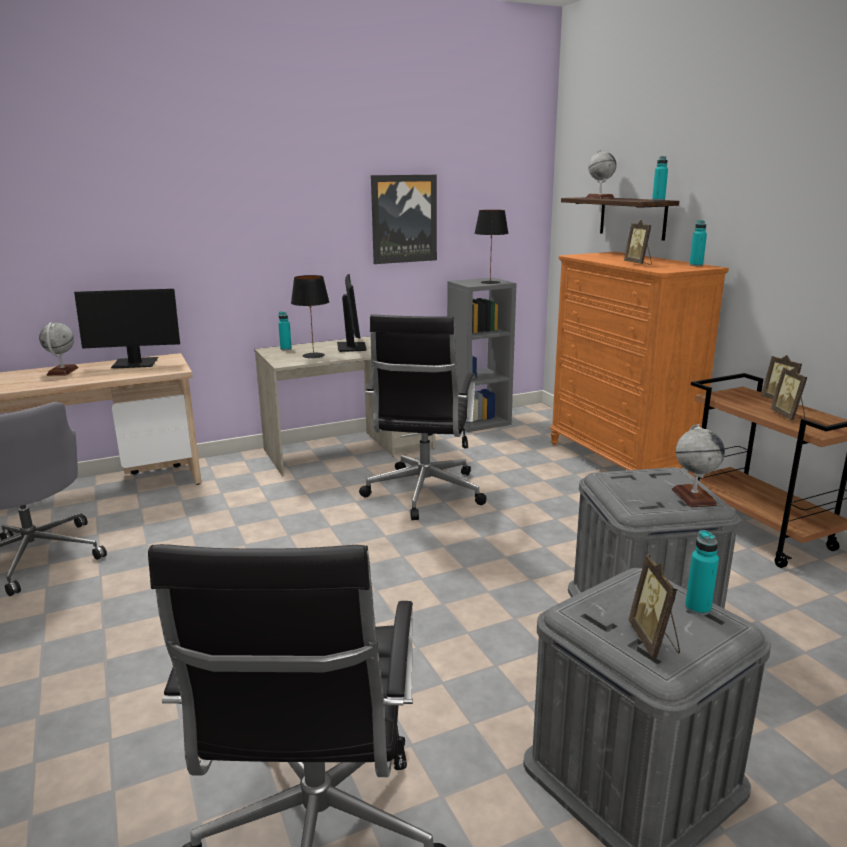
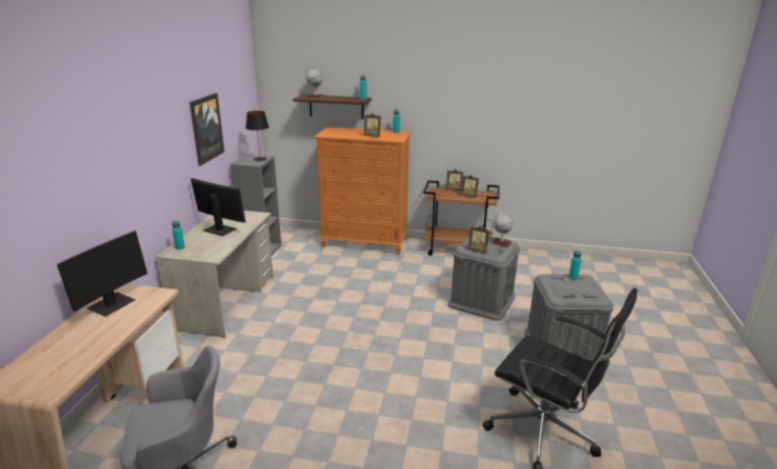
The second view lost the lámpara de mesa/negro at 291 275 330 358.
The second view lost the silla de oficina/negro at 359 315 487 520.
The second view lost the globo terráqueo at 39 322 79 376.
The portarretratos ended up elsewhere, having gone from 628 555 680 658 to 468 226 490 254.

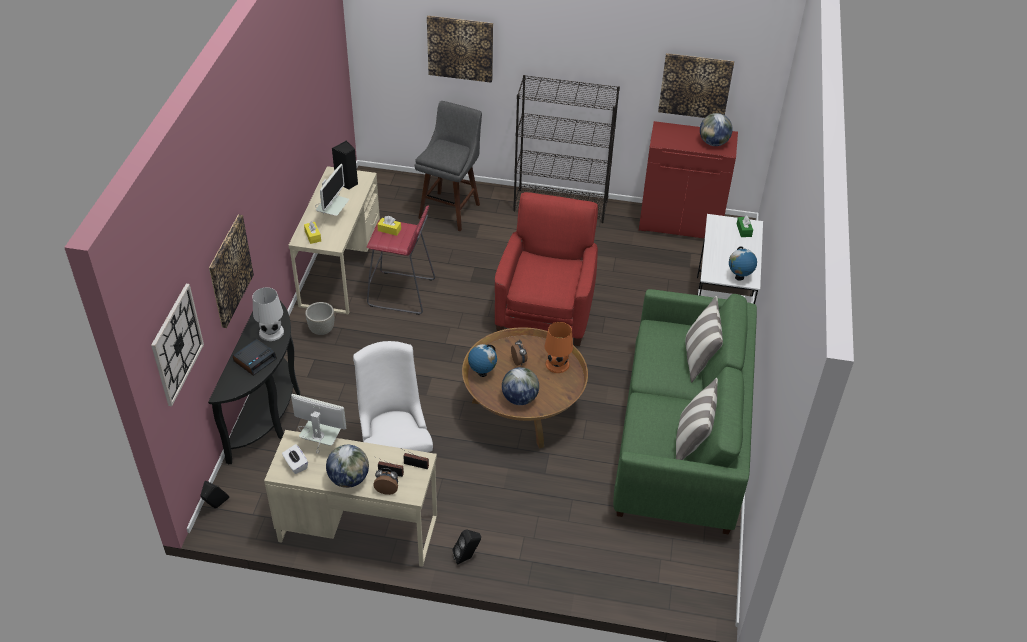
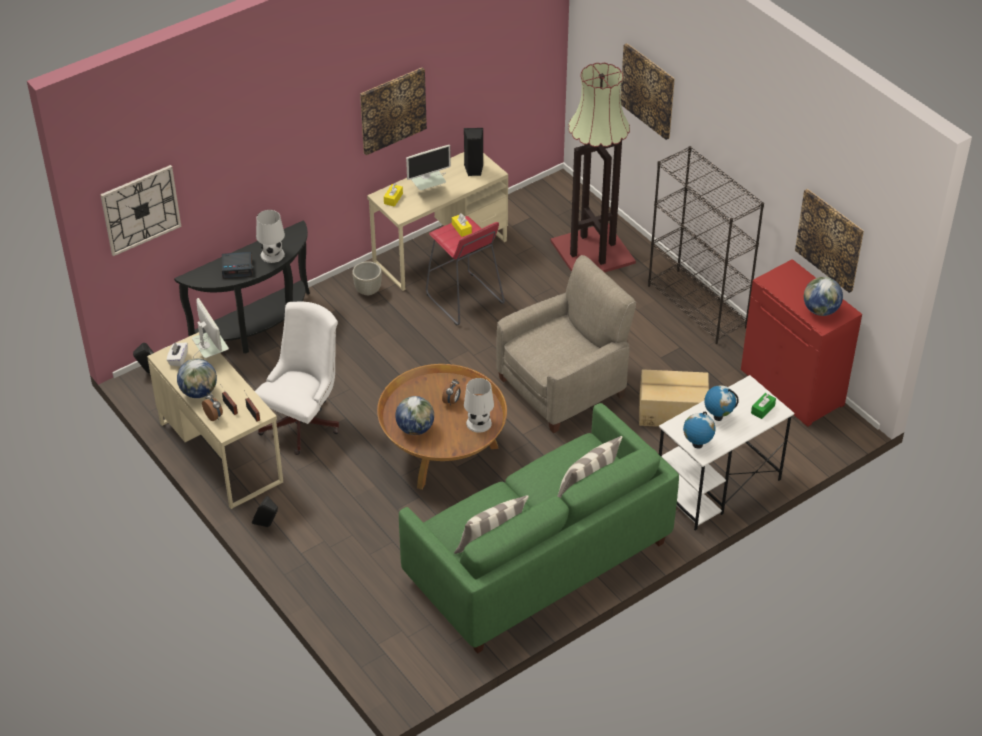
Where the taburete/gris stood at 415 101 482 231, the lámpara de pie came to stand at 550 63 636 272.
What was the sillón/rojo at 495 192 598 346 turned into the sillón/beis at 496 255 636 433.
The cuadro ended up elsewhere, having gone from 209 215 254 328 to 360 67 427 155.
What was the lámpara de mesa/naranja at 545 322 573 373 turned into the lámpara de mesa/blanco at 464 378 494 433.
The globo terráqueo ended up elsewhere, having gone from 468 344 497 377 to 704 385 739 421.
The second view gained the caja de cartón at 639 369 709 427.

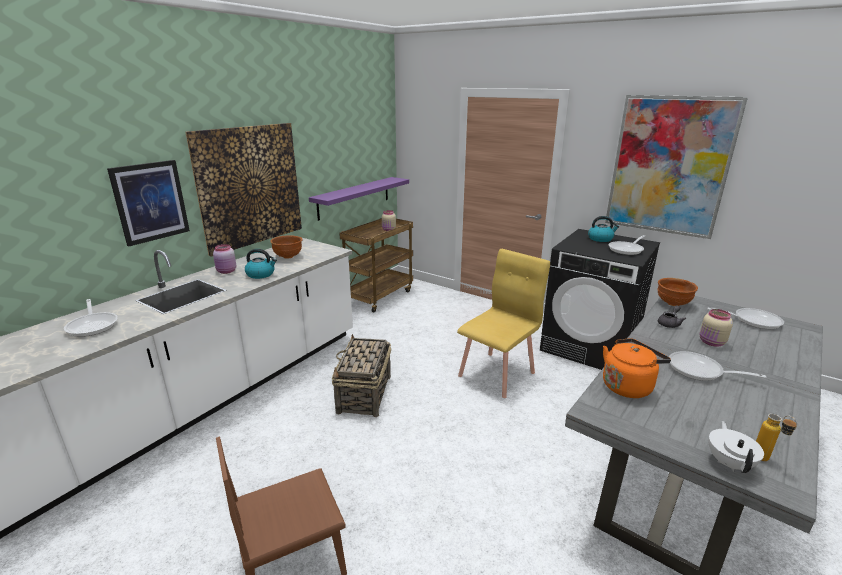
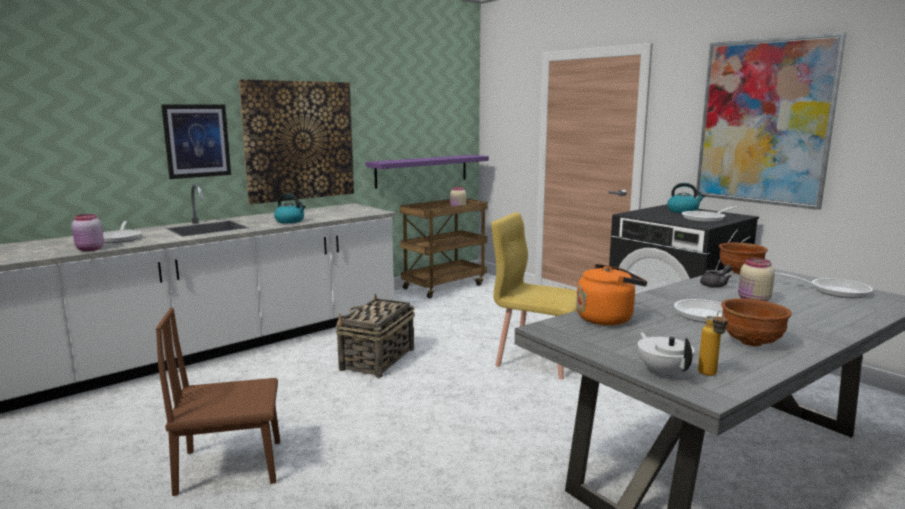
The cuenco/marrón ended up elsewhere, having gone from 270 235 303 259 to 721 298 792 347.
The tarro/rosa ended up elsewhere, having gone from 213 244 236 274 to 72 214 104 251.
The silla/amarillo at 457 249 550 398 ended up facing another way, 120 degrees counterclockwise from before.
The tetera/blanco at 708 421 764 473 ended up facing another way, 45 degrees counterclockwise from before.

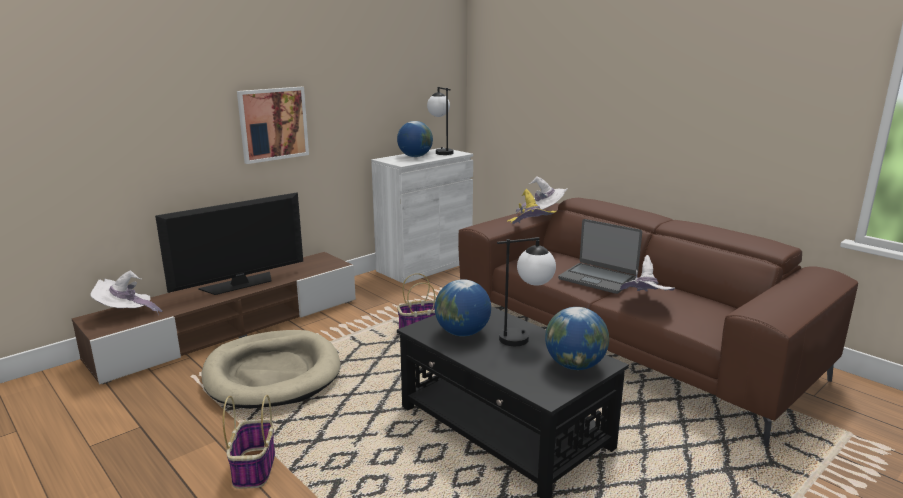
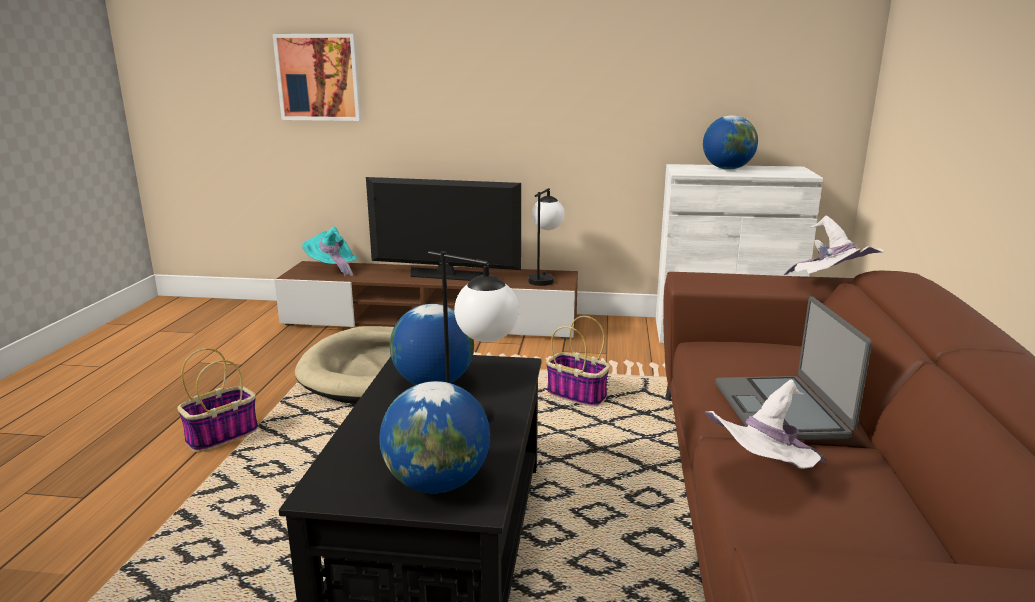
The cuadro ended up elsewhere, having gone from 237 87 309 164 to 273 34 361 121.
The lámpara de mesa ended up elsewhere, having gone from 427 87 454 155 to 528 188 564 286.
The second view lost the sombrero/amarillo at 507 189 556 224.
What was the sombrero/blanco at 90 270 162 315 turned into the sombrero/turquesa at 302 226 358 278.

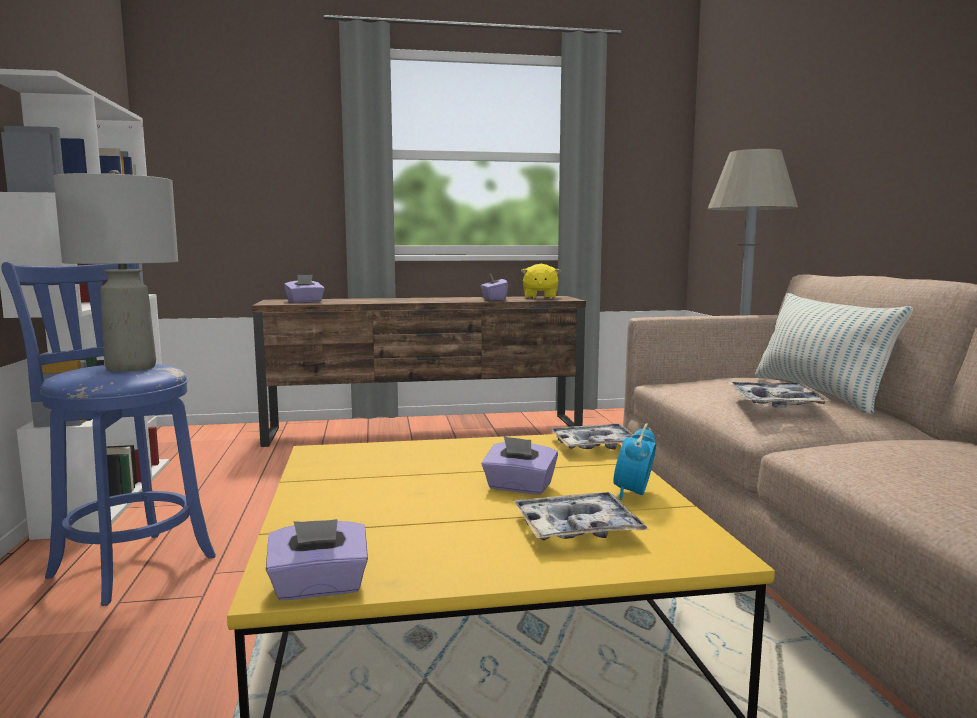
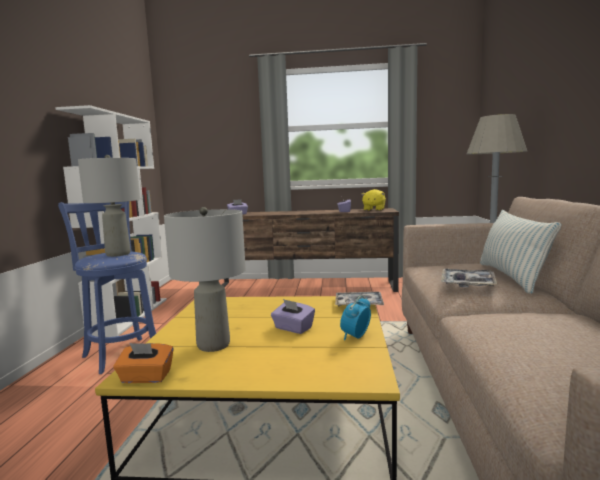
The second view lost the bandeja at 514 492 648 540.
What was the caja de pañuelos/morado at 266 519 368 600 turned into the caja de pañuelos/naranja at 113 343 174 383.
The second view gained the lámpara de mesa/gris at 164 207 246 352.

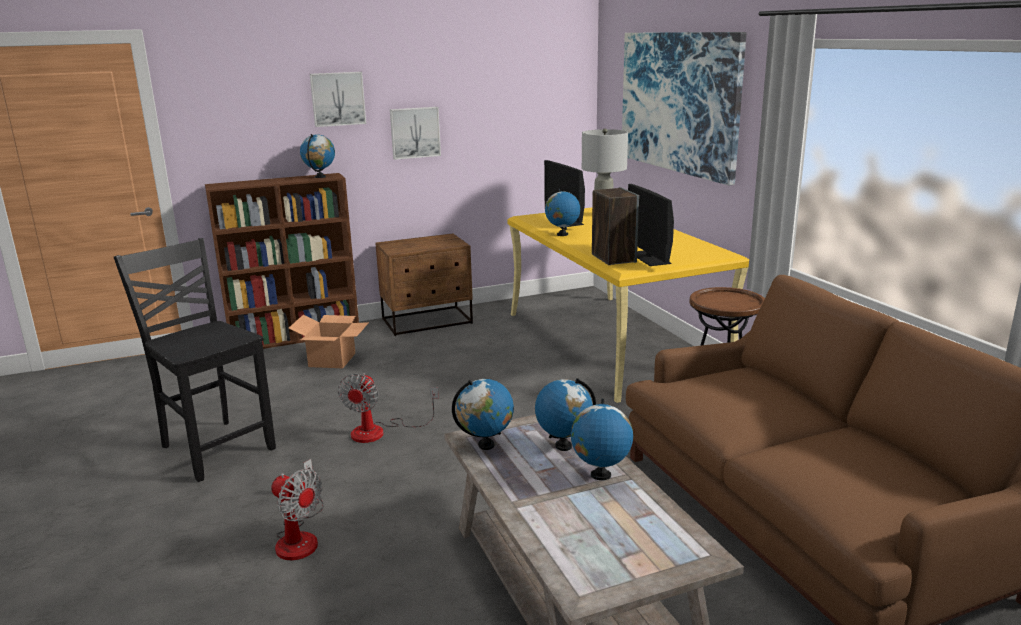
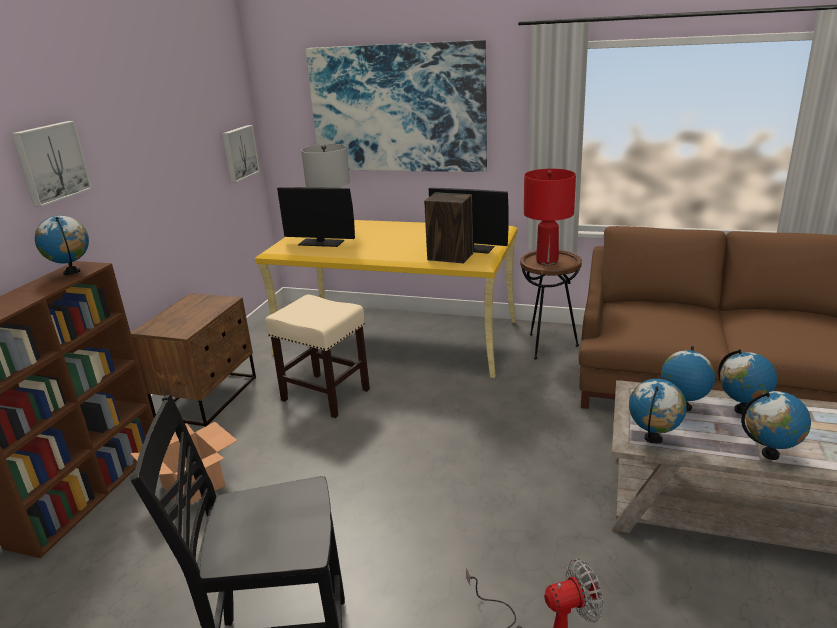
The cuadro ended up elsewhere, having gone from 390 107 441 160 to 222 125 260 183.
The globo terráqueo ended up elsewhere, having gone from 545 189 580 236 to 741 391 811 460.
The second view lost the ventilador at 338 373 439 443.
The second view gained the lámpara de mesa/rojo at 524 169 576 265.
The second view gained the taburete/beis at 265 295 370 418.

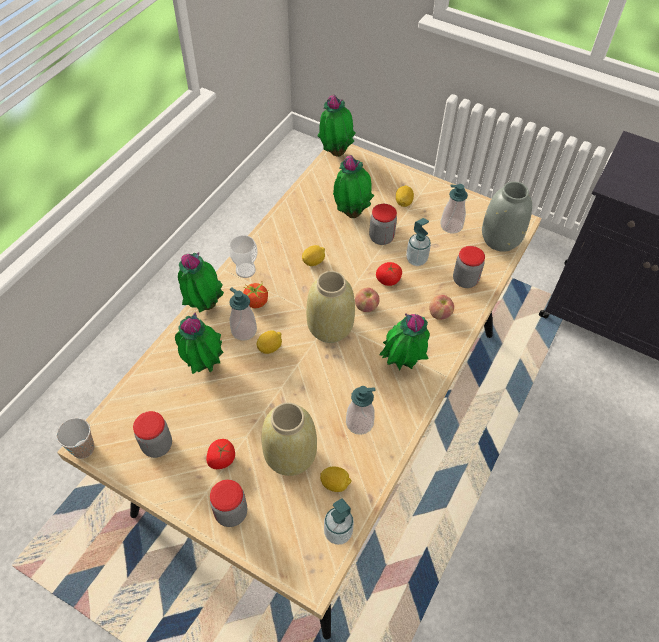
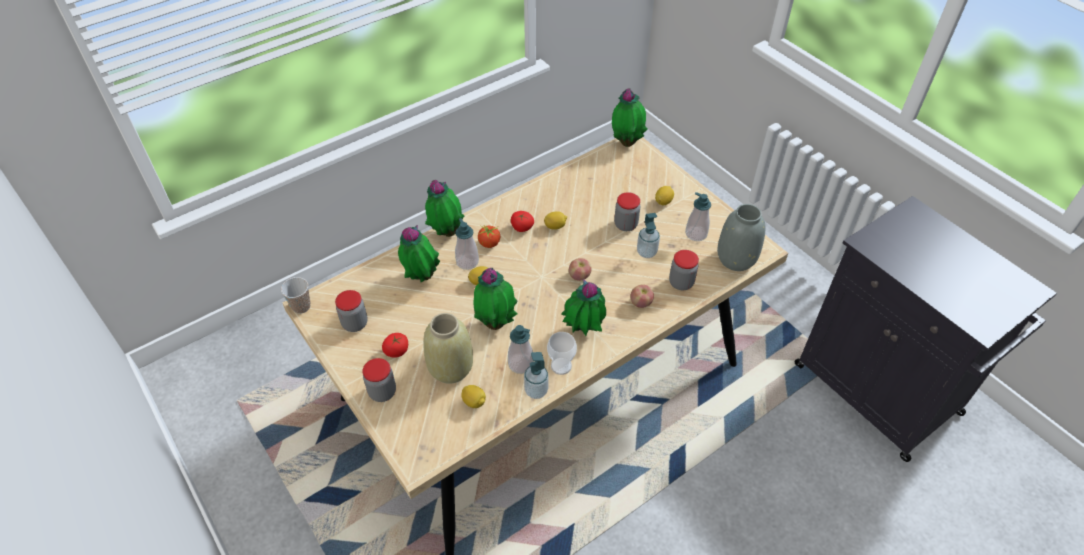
The planta en maceta ended up elsewhere, having gone from 333 155 374 218 to 473 268 518 330.
The taza ended up elsewhere, having gone from 229 235 258 278 to 547 332 577 375.
The tomate ended up elsewhere, having gone from 376 262 402 286 to 511 211 534 232.
The second view lost the florero/beis at 306 271 355 343.
The dispensador de jabón ended up elsewhere, having gone from 324 498 354 545 to 524 352 549 399.

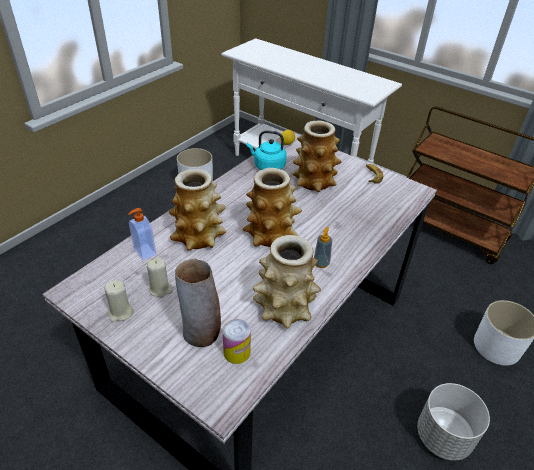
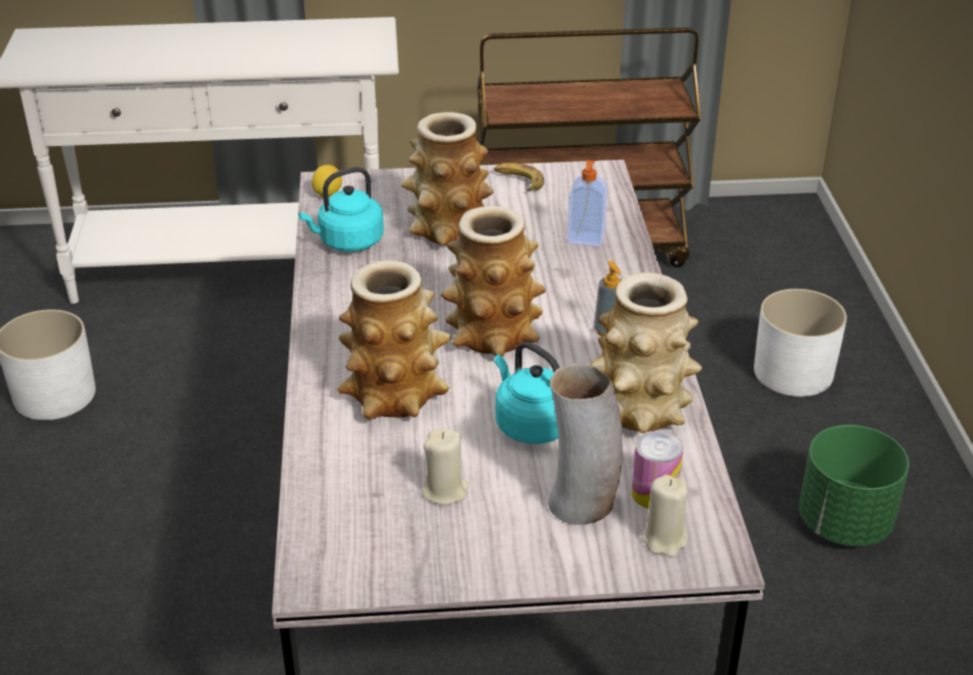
The dispensador de jabón ended up elsewhere, having gone from 128 208 156 260 to 567 160 608 247.
The vela/beis ended up elsewhere, having gone from 105 280 134 322 to 641 474 688 558.
What was the maceta/gris at 417 383 490 461 turned into the maceta/verde at 799 425 909 546.
The second view gained the hervidor/turquesa at 494 342 560 444.

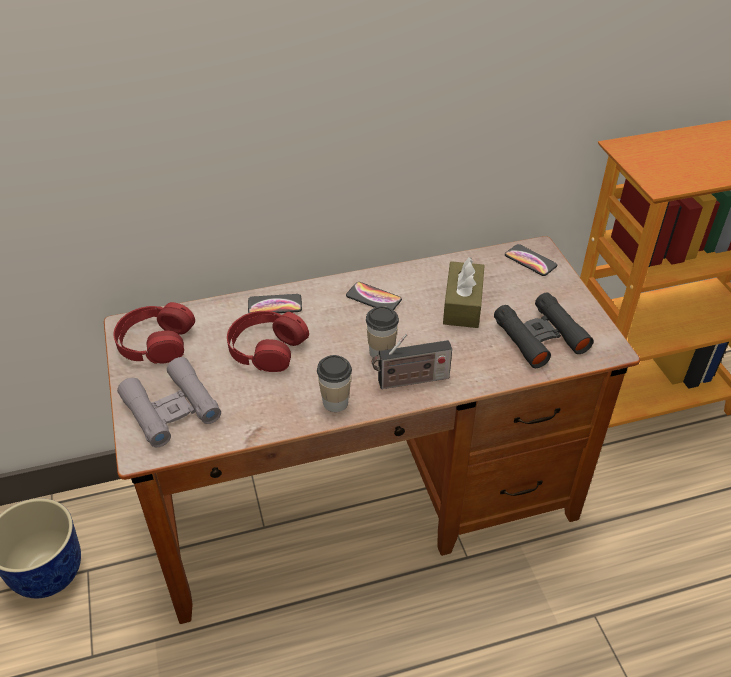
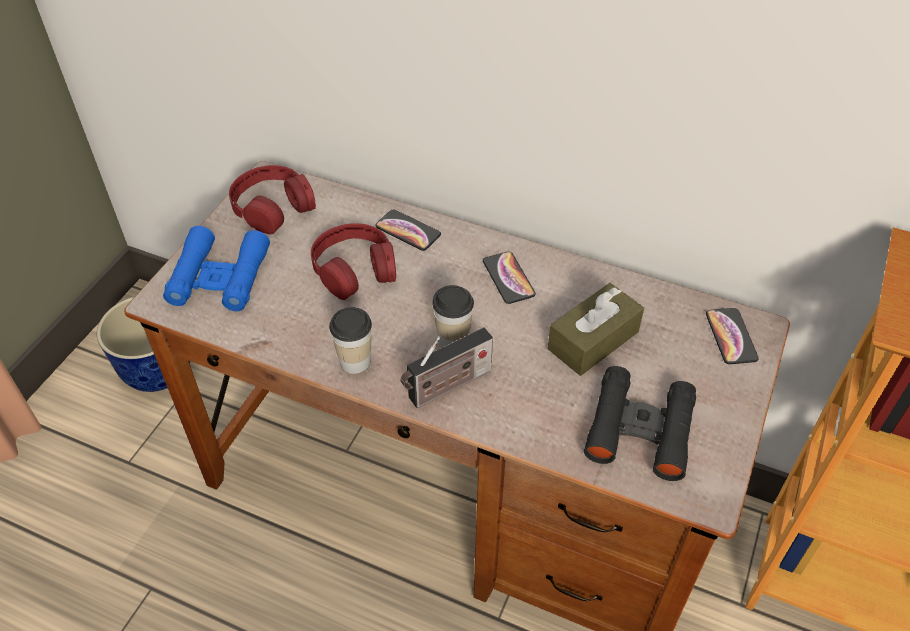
The radio at 372 334 452 389 ended up facing another way, 60 degrees counterclockwise from before.
What was the prismáticos/gris at 117 357 221 447 turned into the prismáticos/azul at 163 226 270 311.

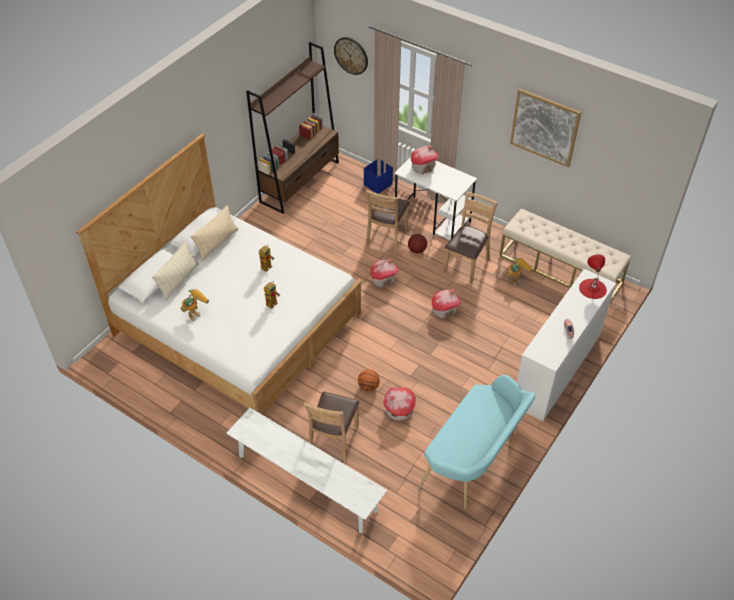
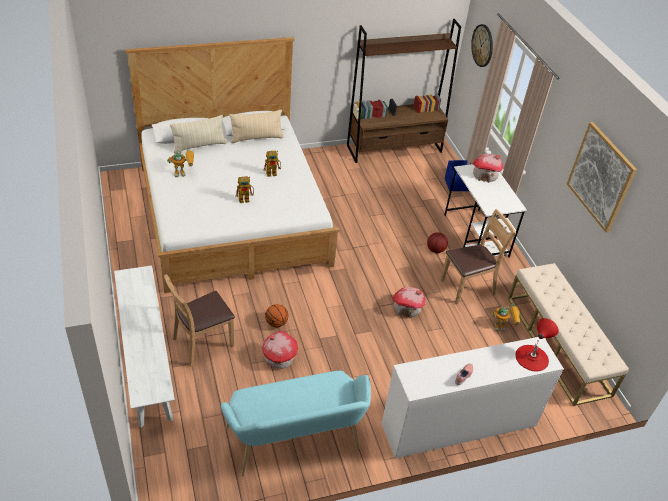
The second view lost the silla/marrón at 365 190 410 254.
The second view lost the casita at 370 259 398 288.

